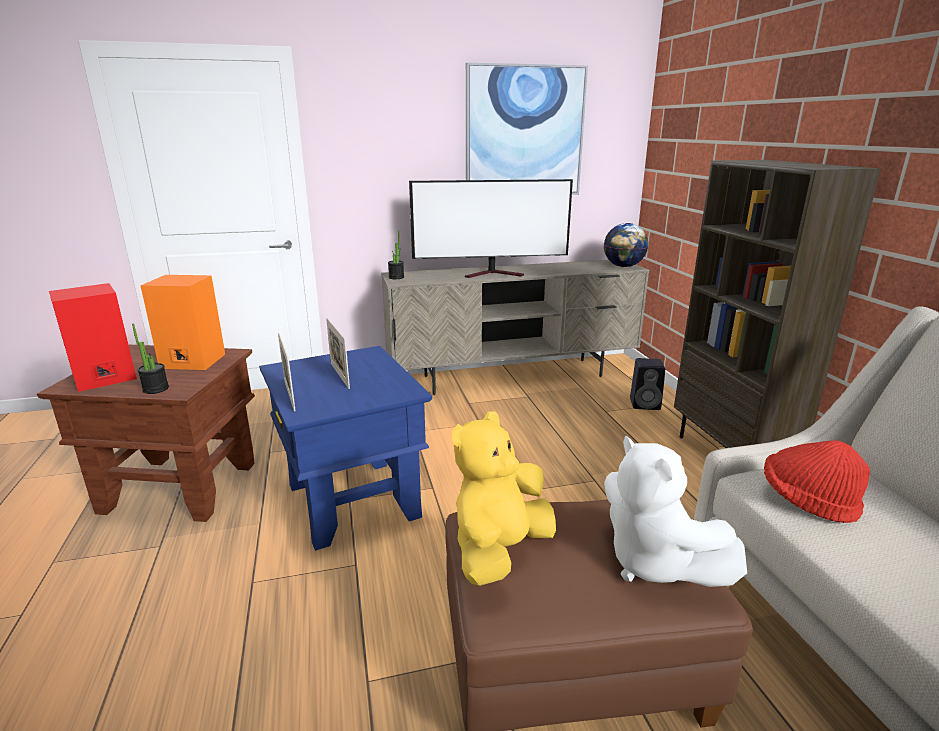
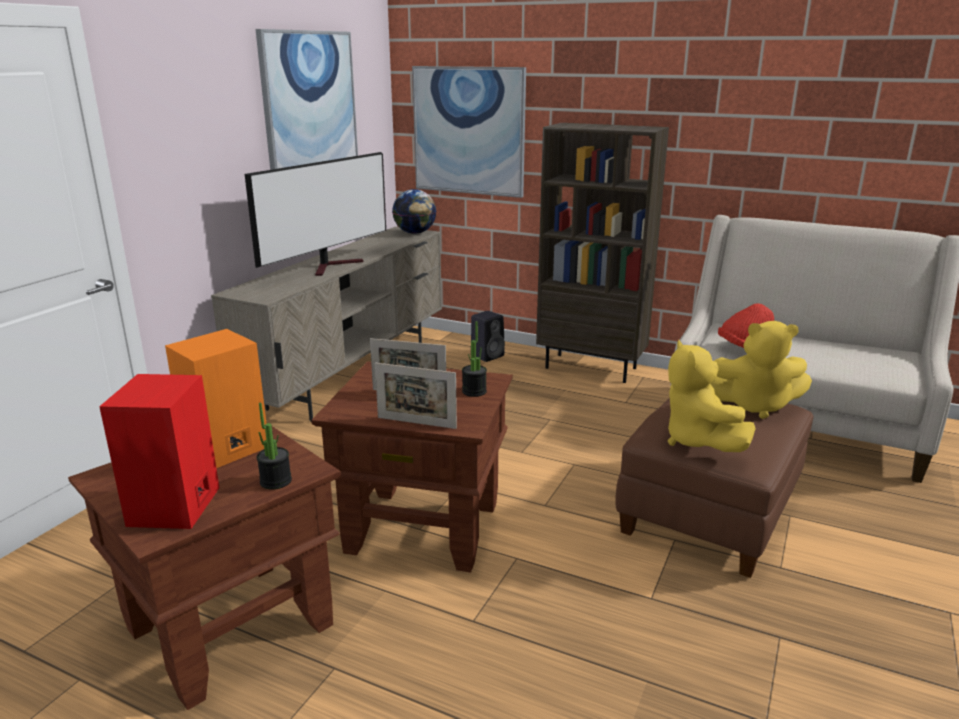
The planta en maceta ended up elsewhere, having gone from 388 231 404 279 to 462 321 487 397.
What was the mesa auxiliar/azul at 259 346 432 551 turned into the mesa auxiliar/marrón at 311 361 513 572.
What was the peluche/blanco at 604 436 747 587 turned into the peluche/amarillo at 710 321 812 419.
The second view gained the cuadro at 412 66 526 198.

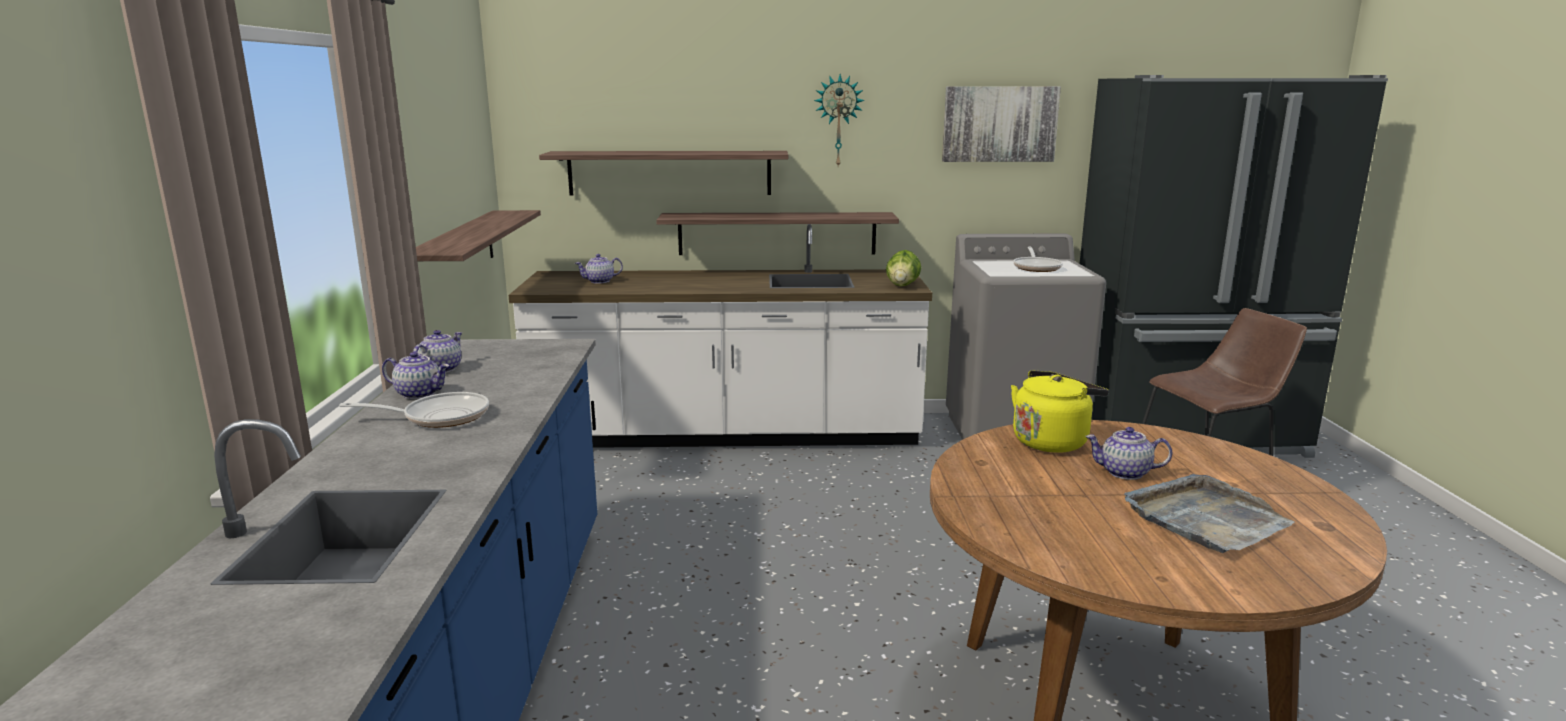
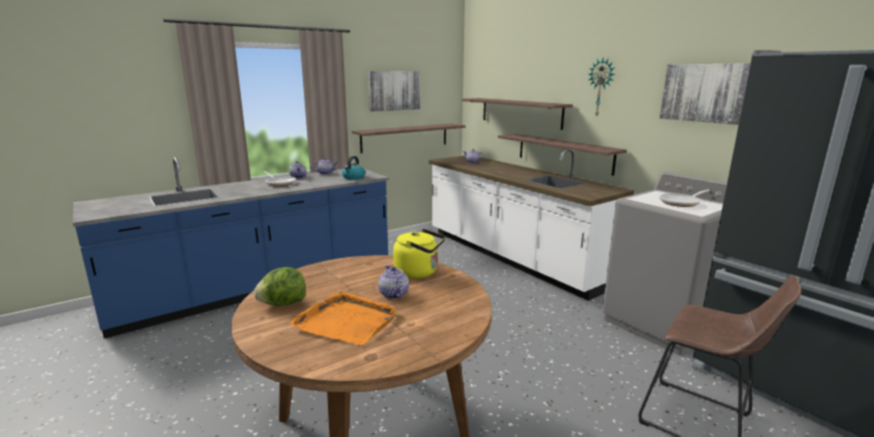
The lechuga ended up elsewhere, having gone from 886 250 921 286 to 254 267 306 306.
What was the bandeja/gris at 1124 474 1295 553 turned into the bandeja/naranja at 289 291 398 345.
The second view gained the cuadro at 368 71 420 112.
The second view gained the hervidor at 342 156 365 180.

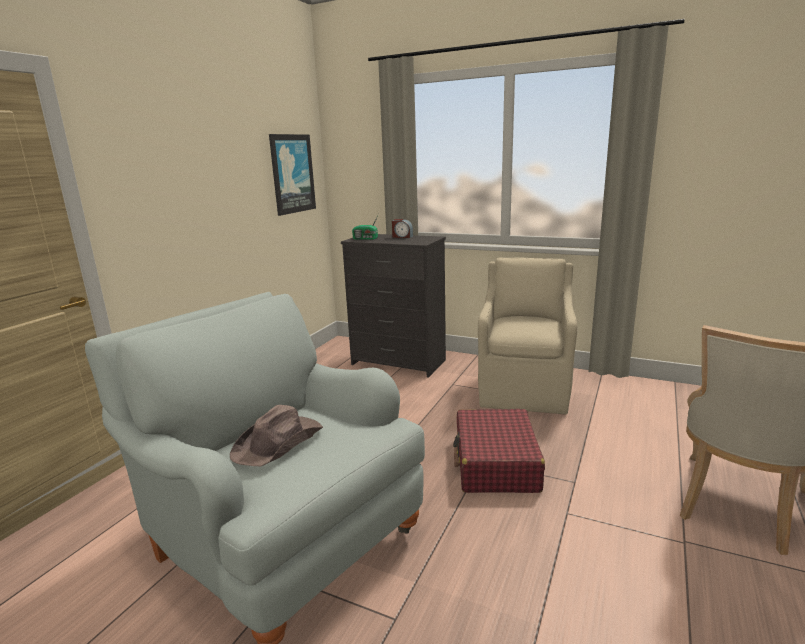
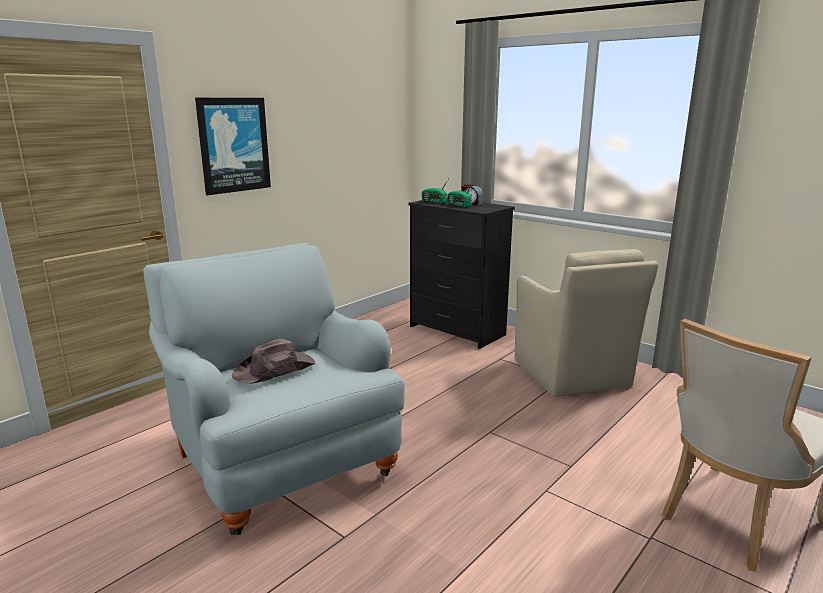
The cuadro ended up elsewhere, having gone from 269 134 316 216 to 195 98 271 195.
The sillón/beis at 478 257 577 414 ended up facing another way, 135 degrees clockwise from before.
The second view lost the maleta/rojo at 453 409 545 493.
The second view gained the radio at 447 182 474 207.

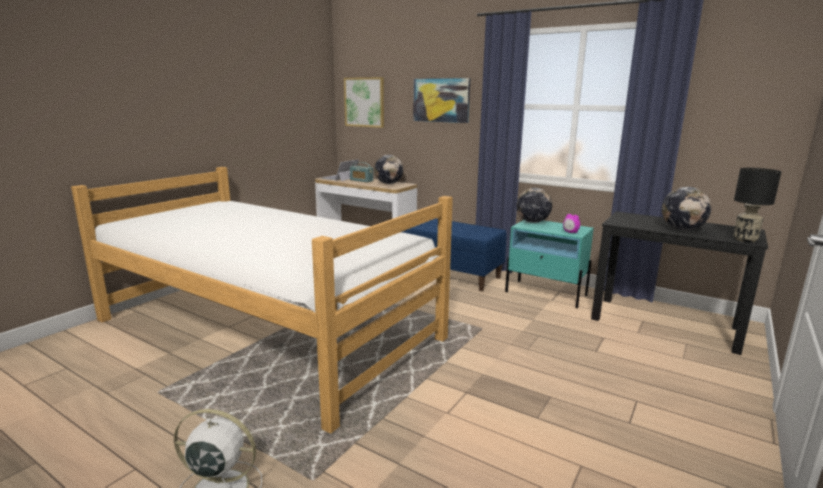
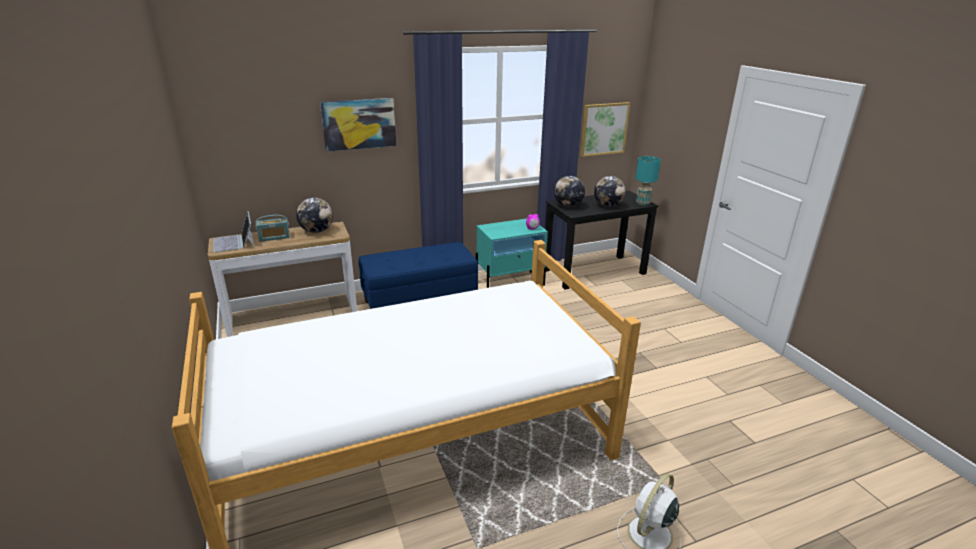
The cuadro ended up elsewhere, having gone from 344 77 384 128 to 580 102 630 157.
What was the lámpara de mesa/negro at 733 168 781 243 turned into the lámpara de mesa/turquesa at 636 156 661 206.
The globo terráqueo ended up elsewhere, having gone from 516 188 552 223 to 554 176 585 207.

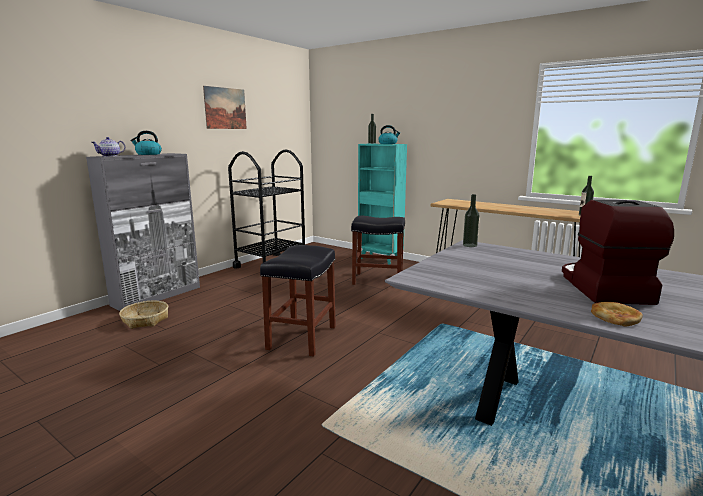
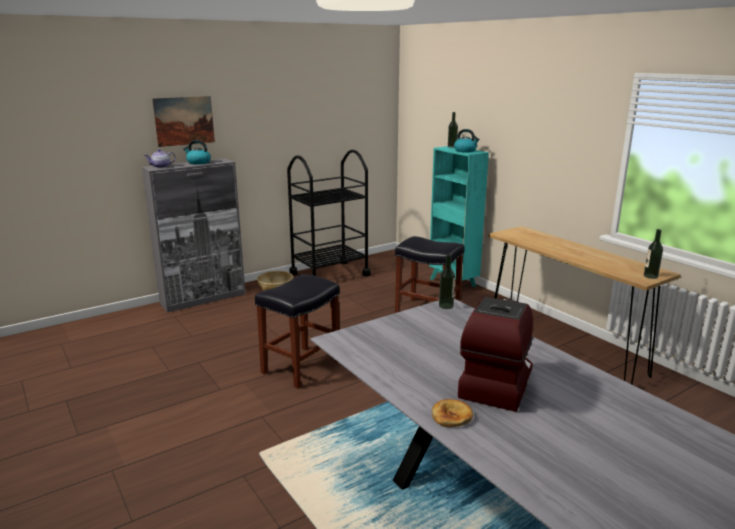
The cuadro ended up elsewhere, having gone from 203 86 247 129 to 152 96 215 147.
The cesta ended up elsewhere, having gone from 119 301 168 329 to 257 271 293 291.

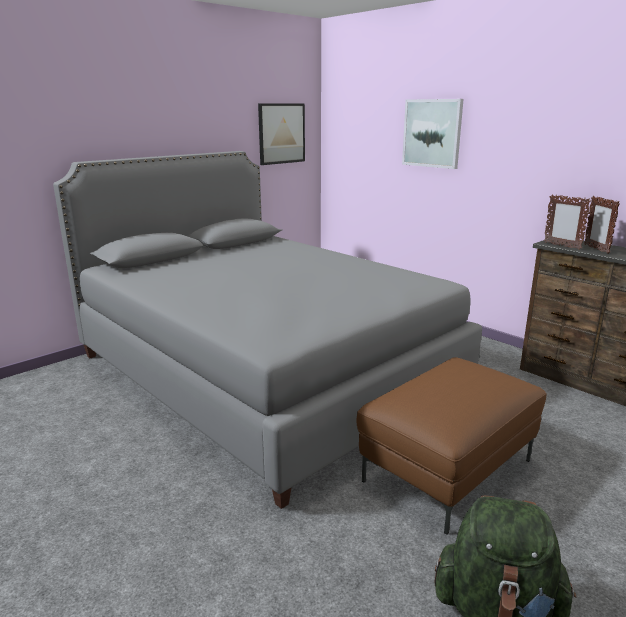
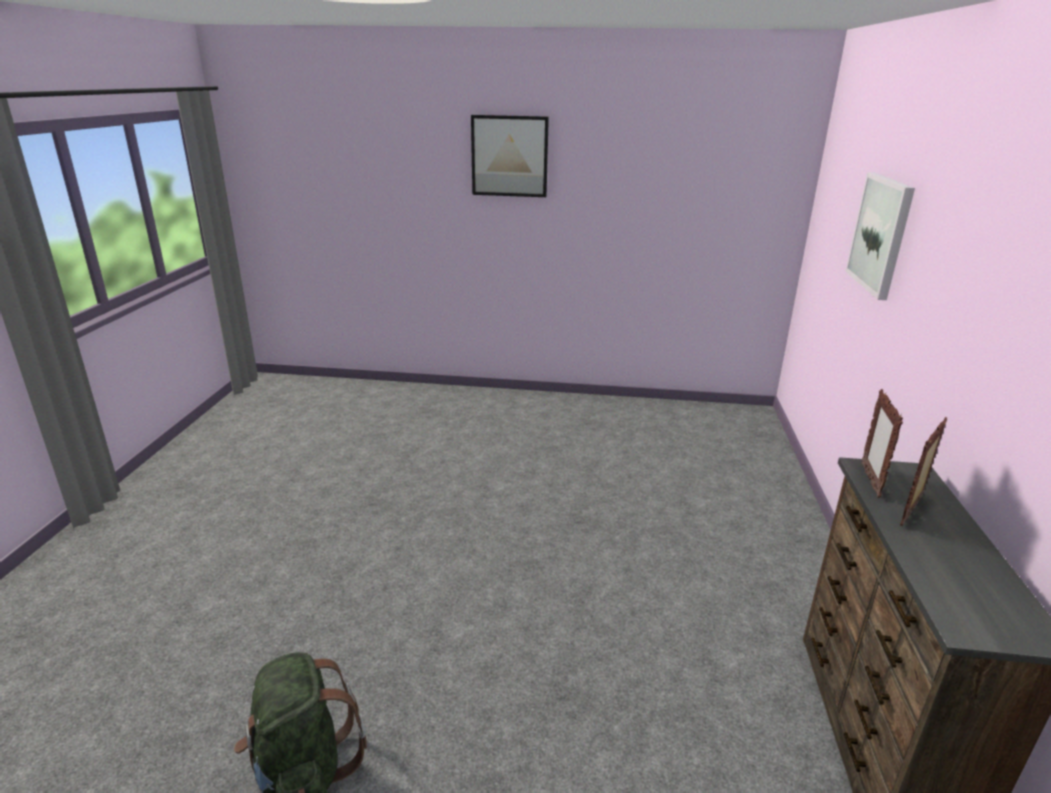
The cuadro ended up elsewhere, having gone from 258 103 305 165 to 471 115 549 197.
The second view lost the cama/gris at 53 151 482 509.
The second view lost the puf/marrón at 356 357 547 535.

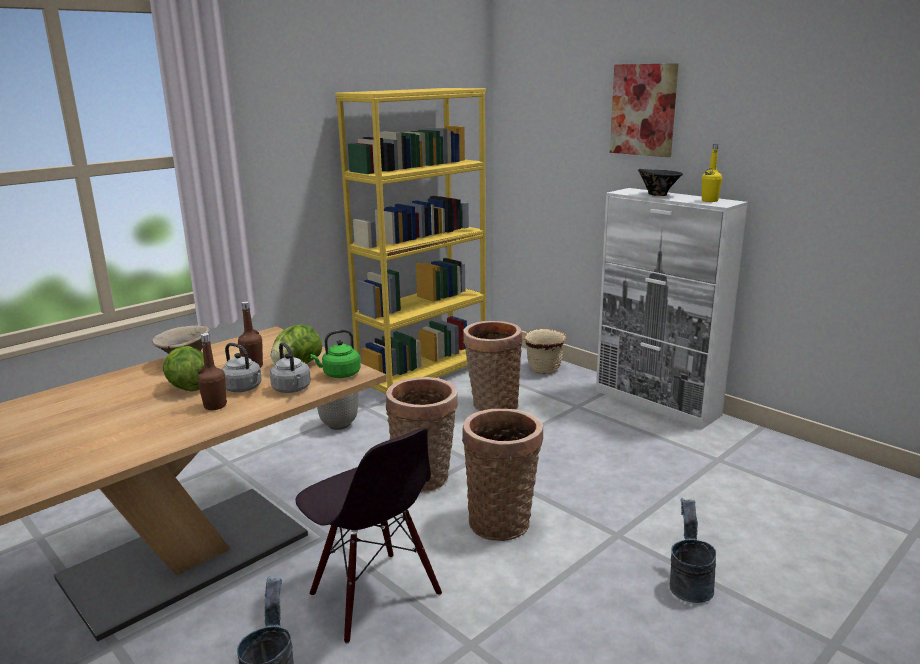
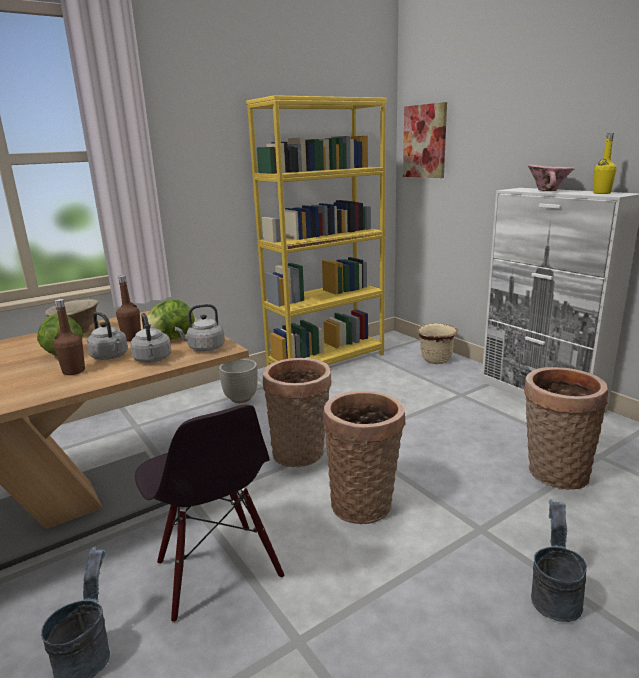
The cuadro ended up elsewhere, having gone from 610 63 679 157 to 403 102 447 178.
What was the cuenco/negro at 638 169 683 196 turned into the cuenco/rosa at 528 164 574 191.
The cesta ended up elsewhere, having gone from 463 321 523 411 to 524 367 608 490.
What was the hervidor/verde at 310 329 361 378 turned into the hervidor/gris at 175 304 225 352.

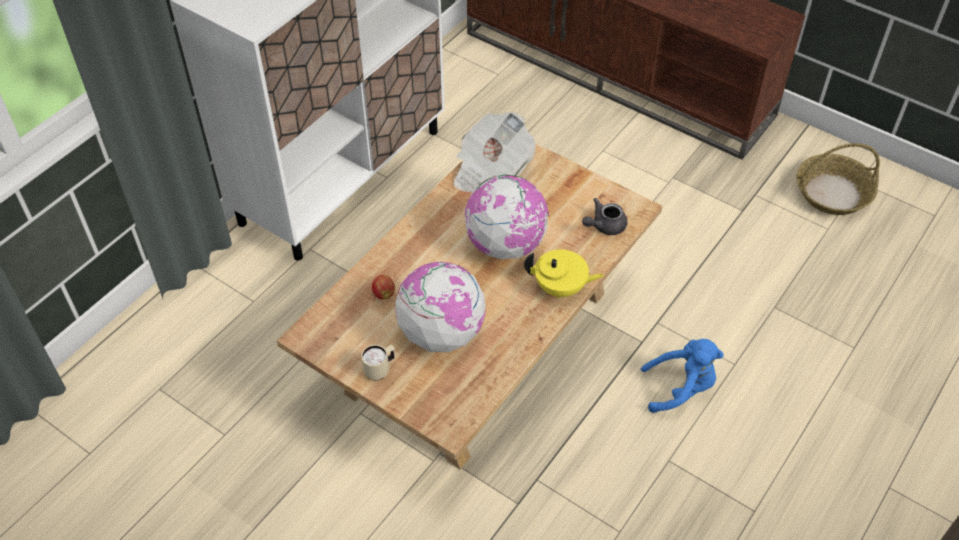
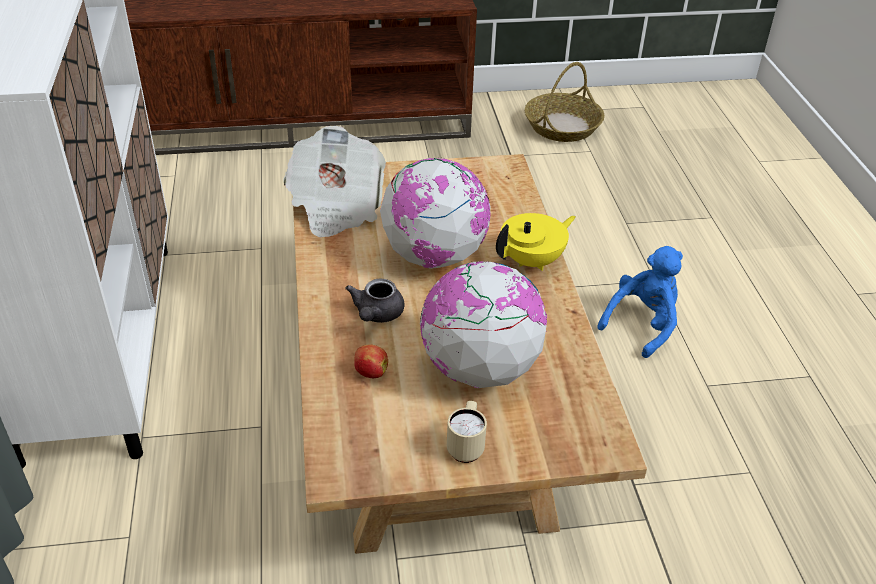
The tetera/gris ended up elsewhere, having gone from 582 198 627 235 to 345 278 404 323.

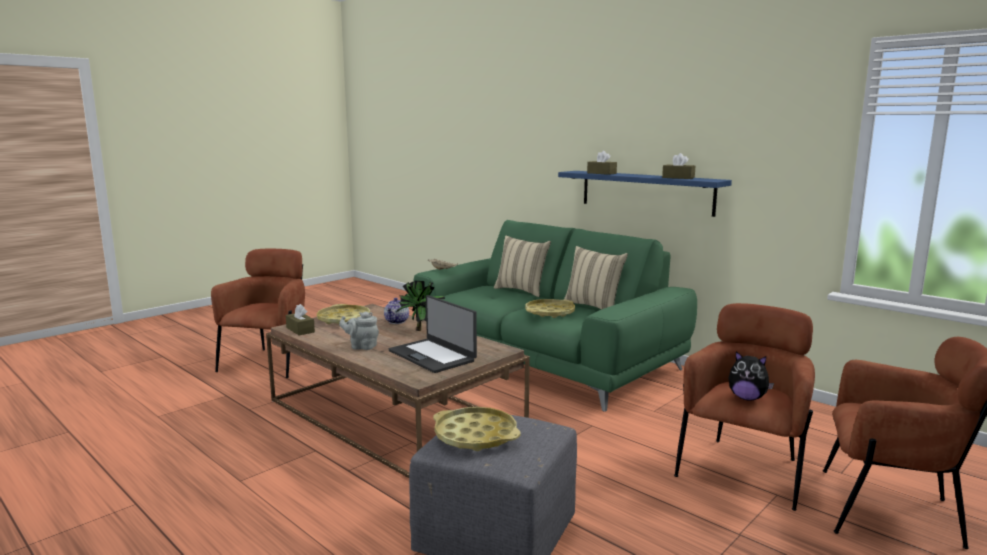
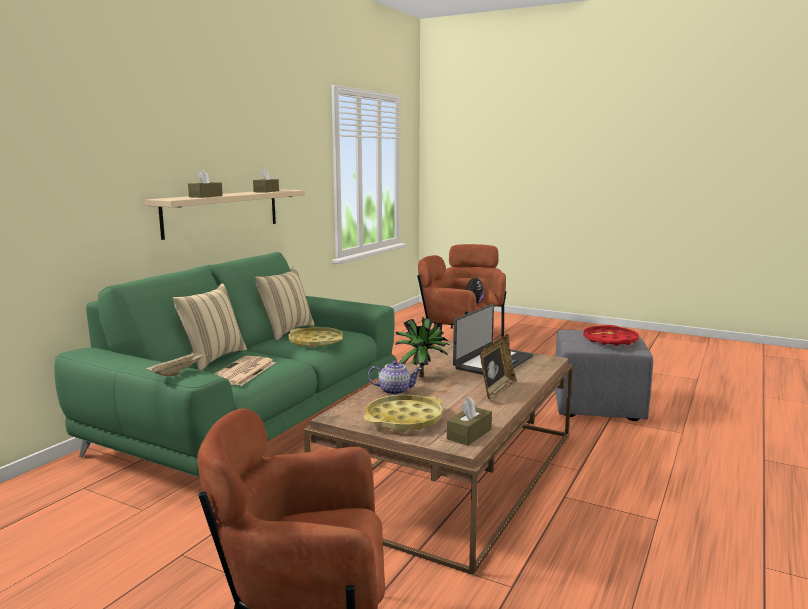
What was the estante/azul at 558 171 732 217 turned into the estante/beis at 145 189 305 240.
Where the tetera/gris stood at 339 311 379 350, the portarretratos came to stand at 480 334 517 401.
What was the bandeja/amarillo at 433 407 520 451 turned into the bandeja/rojo at 583 325 639 346.
The second view gained the periódico at 215 356 275 386.

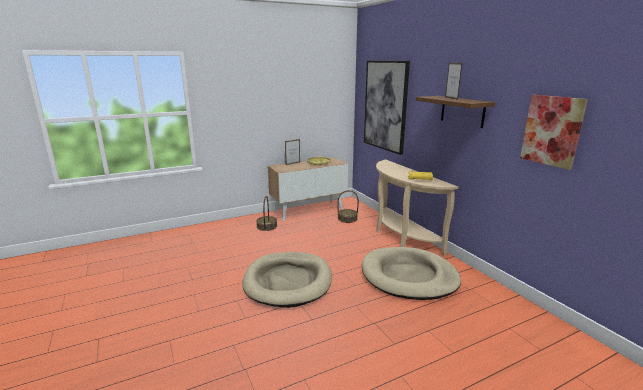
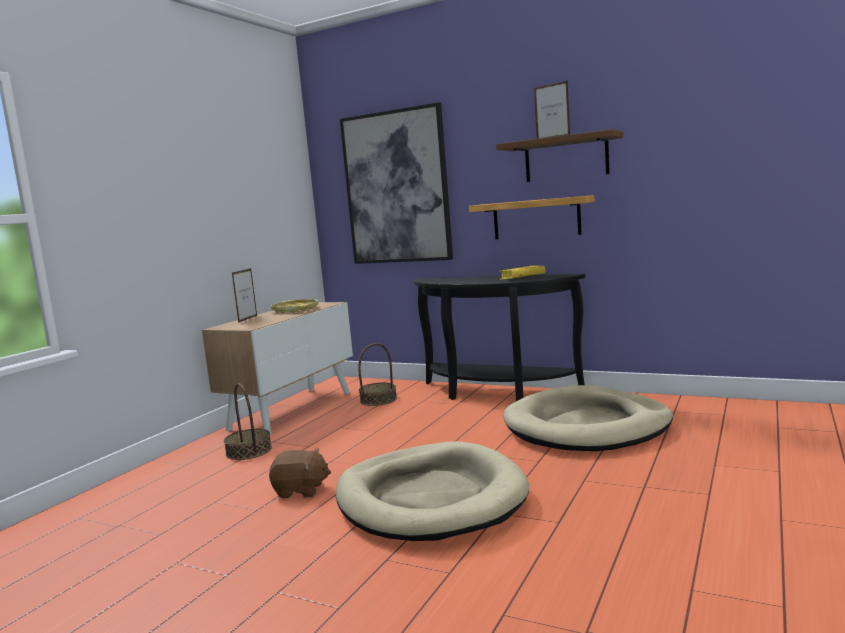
The second view lost the cuadro at 520 95 588 170.
What was the mesa consola/beis at 376 160 458 255 turned into the mesa consola/negro at 413 274 585 401.
The second view gained the estante at 469 195 594 239.
The second view gained the peluche/marrón at 269 448 331 498.

